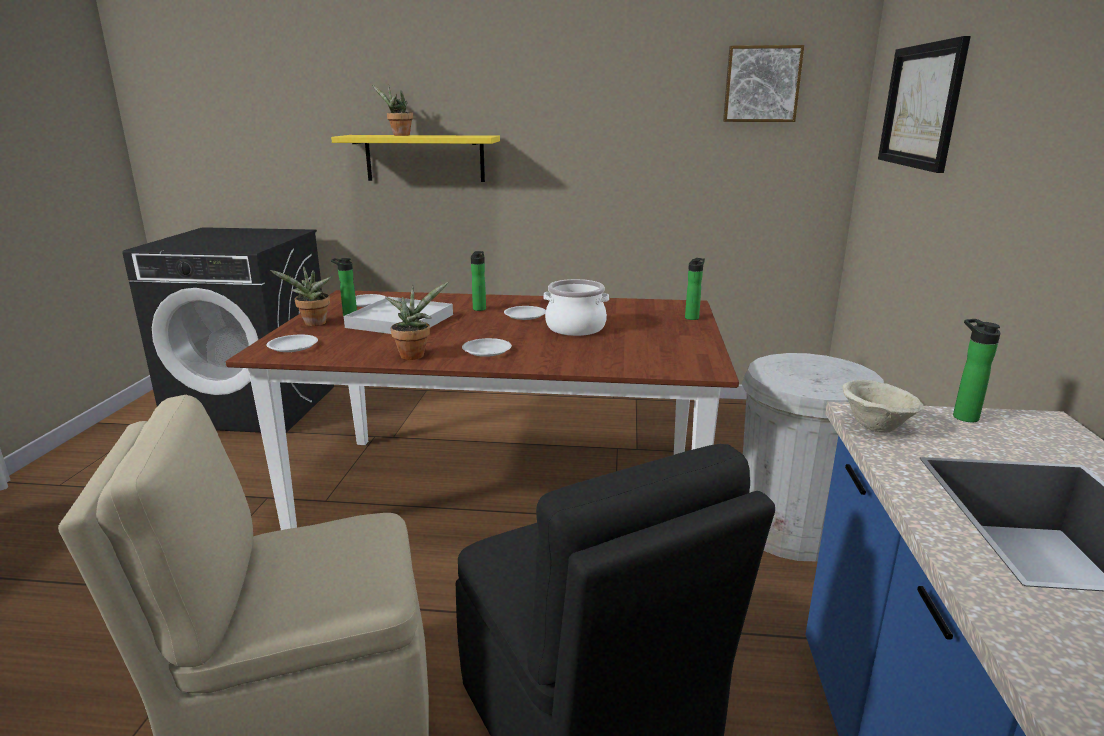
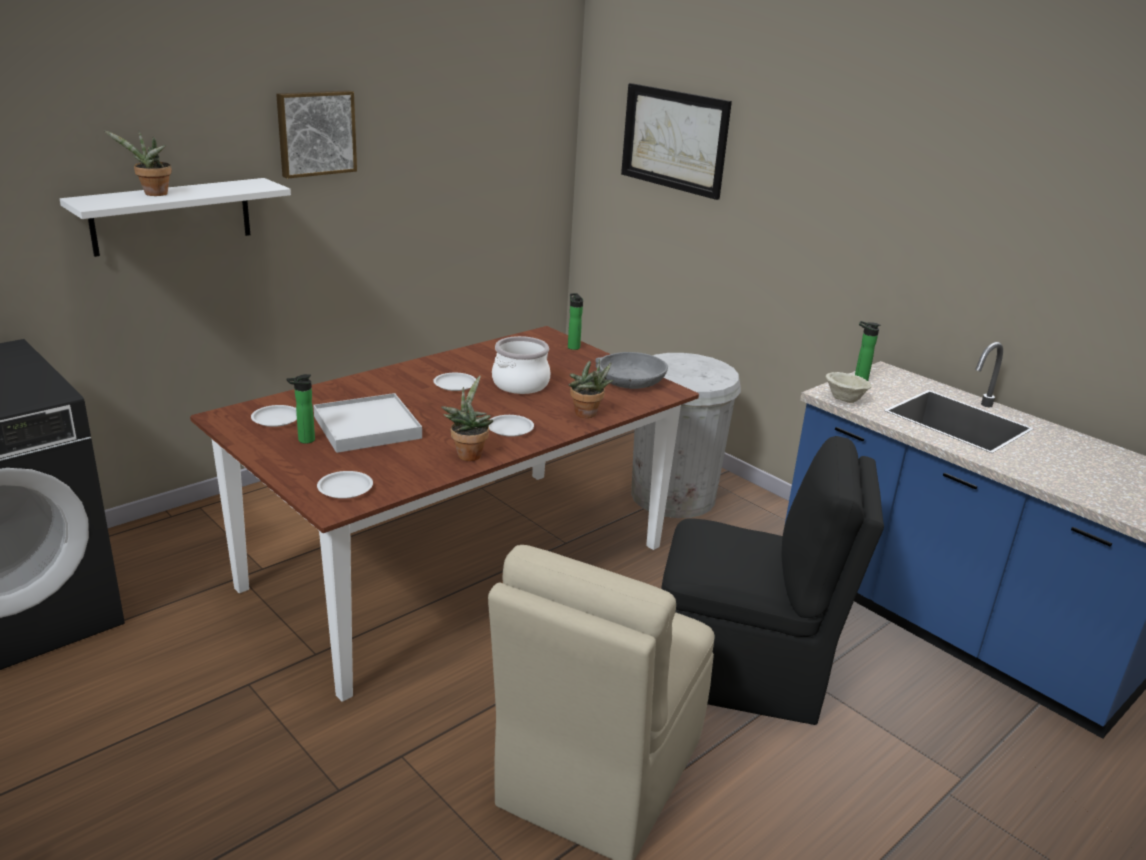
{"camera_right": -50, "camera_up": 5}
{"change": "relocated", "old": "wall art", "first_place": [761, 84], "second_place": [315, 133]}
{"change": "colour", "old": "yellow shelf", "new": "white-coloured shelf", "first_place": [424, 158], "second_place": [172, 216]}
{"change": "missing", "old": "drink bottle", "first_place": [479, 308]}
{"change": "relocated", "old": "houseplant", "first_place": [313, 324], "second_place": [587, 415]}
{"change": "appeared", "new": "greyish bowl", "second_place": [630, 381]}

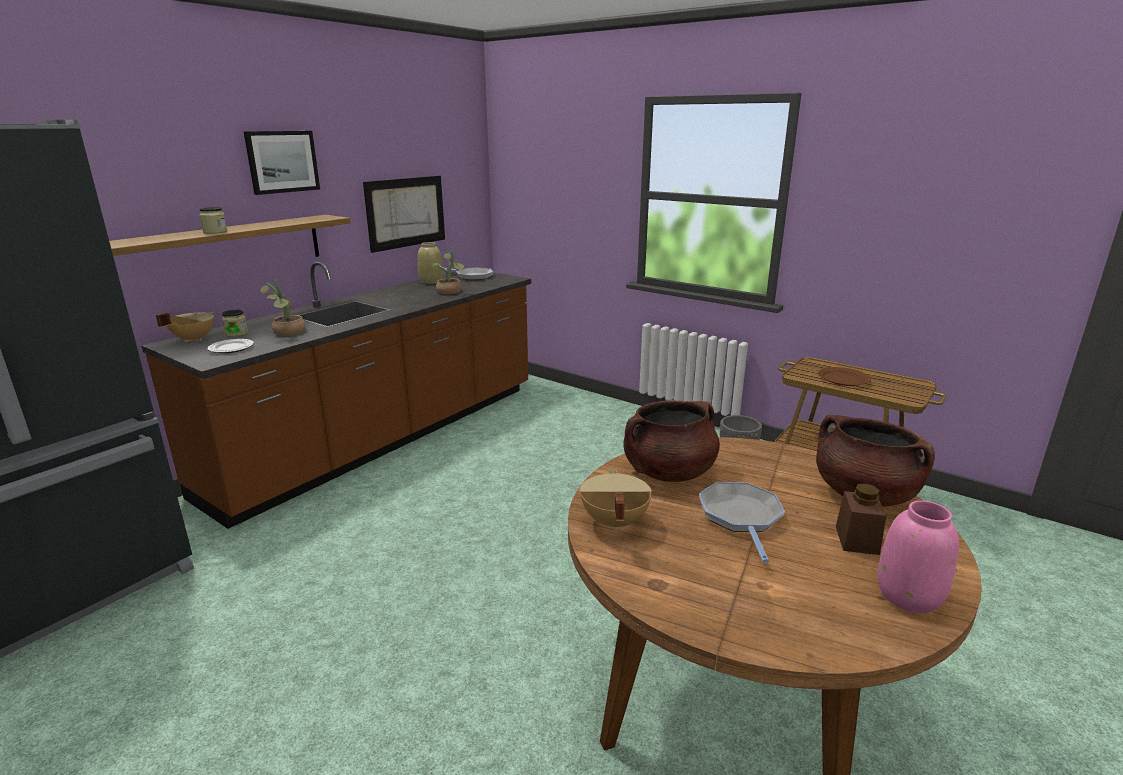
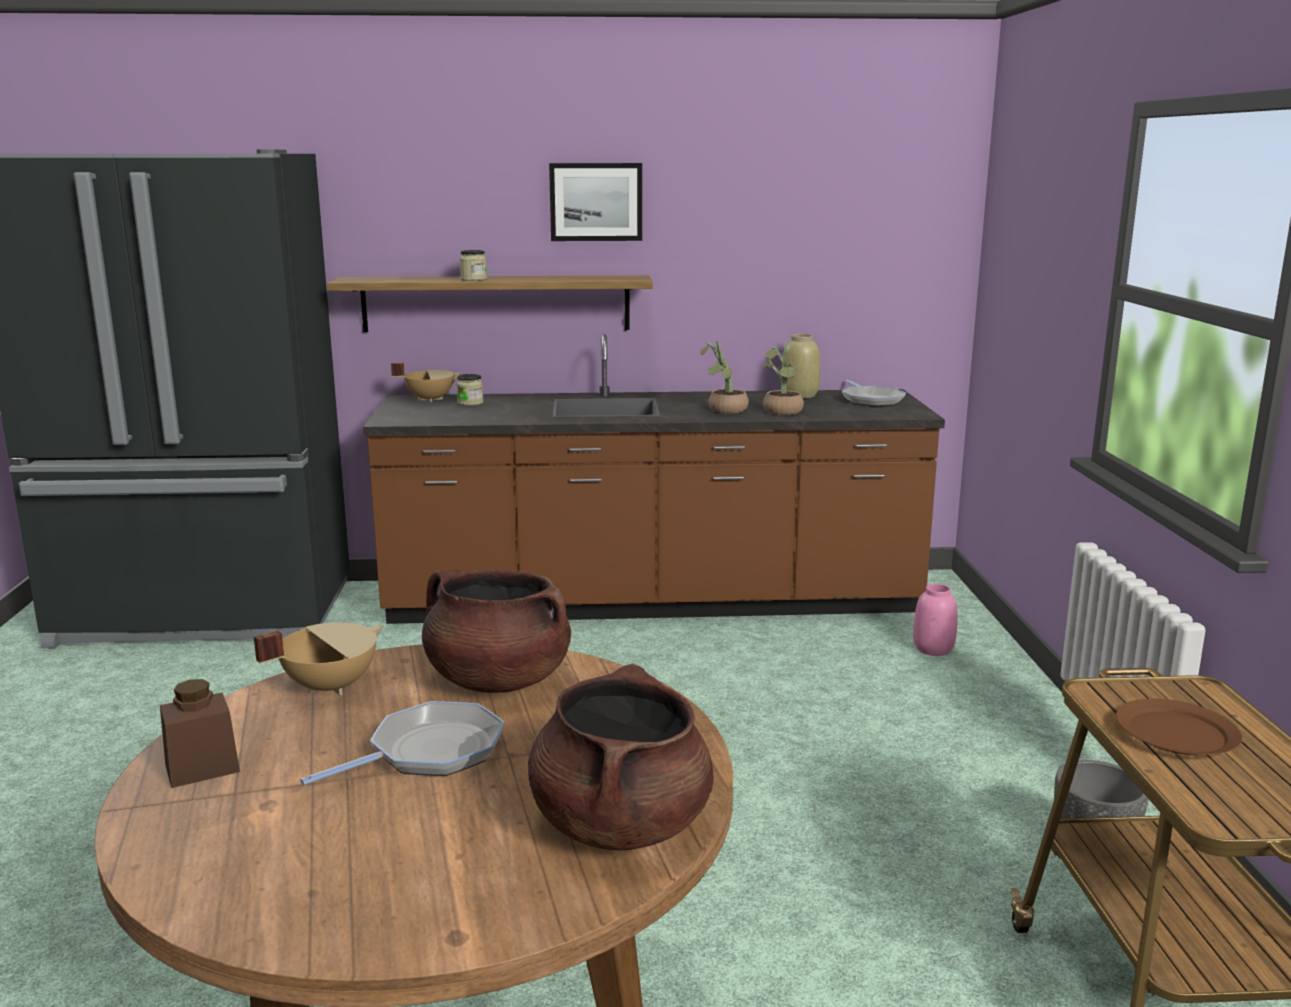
{"camera_right": 50, "camera_up": -5}
{"change": "missing", "old": "wall art", "first_place": [406, 212]}
{"change": "relocated", "old": "houseplant", "first_place": [287, 333], "second_place": [724, 410]}
{"change": "missing", "old": "flat dish", "first_place": [231, 348]}
{"change": "relocated", "old": "brown storage jar", "first_place": [856, 540], "second_place": [202, 768]}
{"change": "relocated", "old": "pink-coloured decorative vase", "first_place": [909, 596], "second_place": [933, 649]}

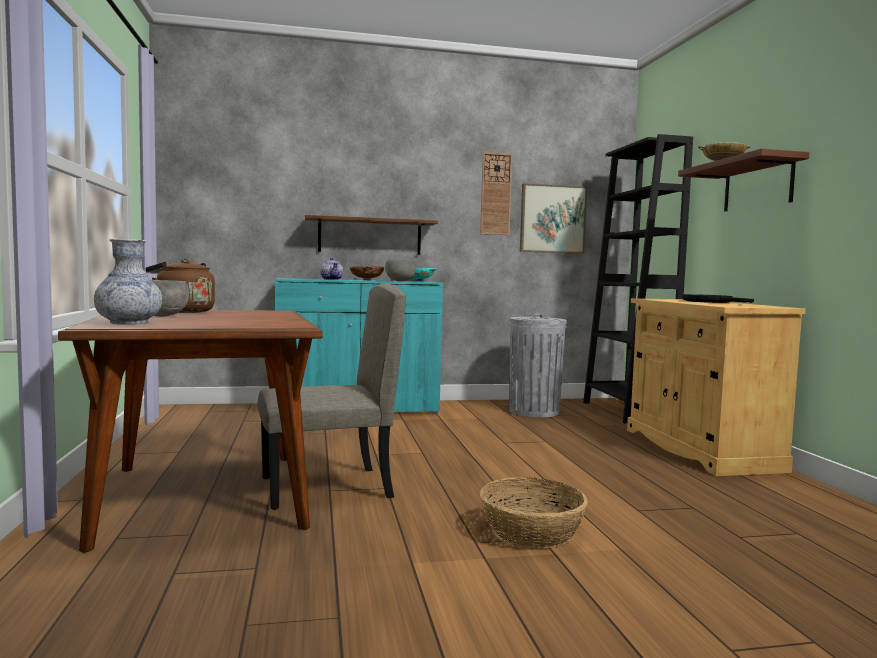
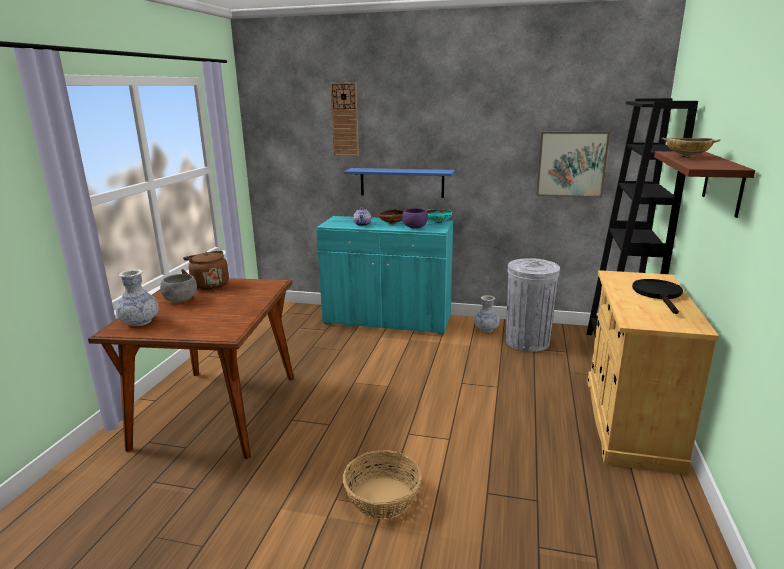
{"camera_right": 25, "camera_up": 15}
{"change": "relocated", "old": "wall clock", "first_place": [495, 194], "second_place": [345, 120]}
{"change": "colour", "old": "brown shelf", "new": "bluish shelf", "first_place": [370, 236], "second_place": [401, 182]}
{"change": "colour", "old": "greyish bowl", "new": "purple-coloured bowl", "first_place": [400, 281], "second_place": [414, 228]}
{"change": "missing", "old": "beige-coloured upright chair", "first_place": [326, 488]}
{"change": "appeared", "new": "decorative vase", "second_place": [486, 329]}

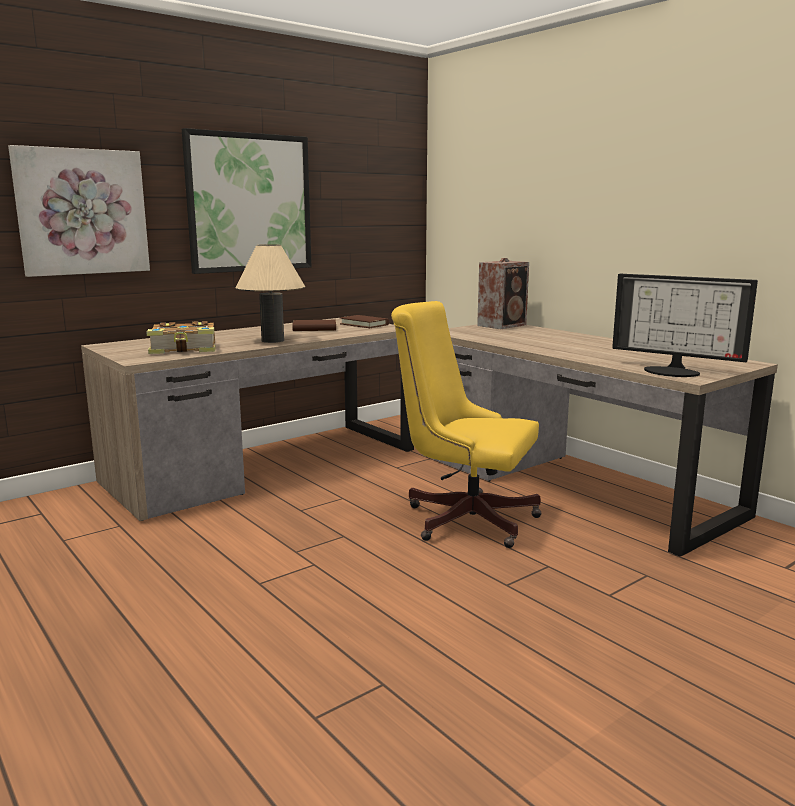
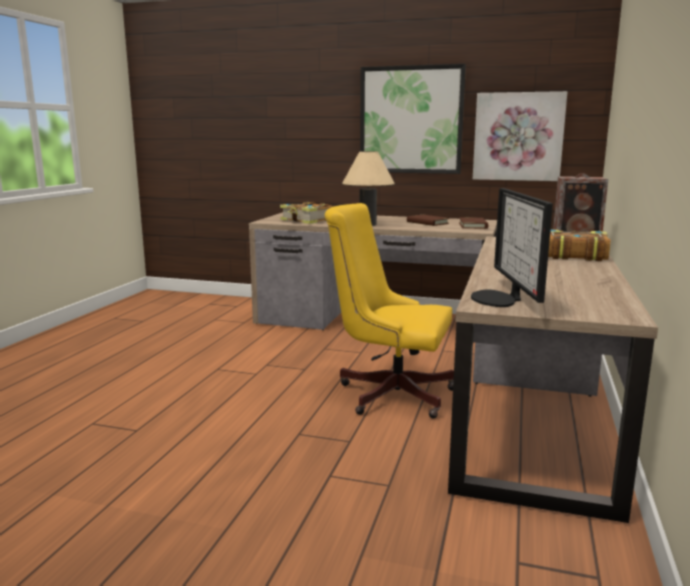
{"camera_right": 55, "camera_up": 0}
{"change": "relocated", "old": "wall art", "first_place": [82, 212], "second_place": [518, 137]}
{"change": "spun", "old": "yellow office chair", "first_place": [463, 518], "second_place": [389, 393], "degrees": -60}
{"change": "appeared", "new": "volume", "second_place": [573, 255]}

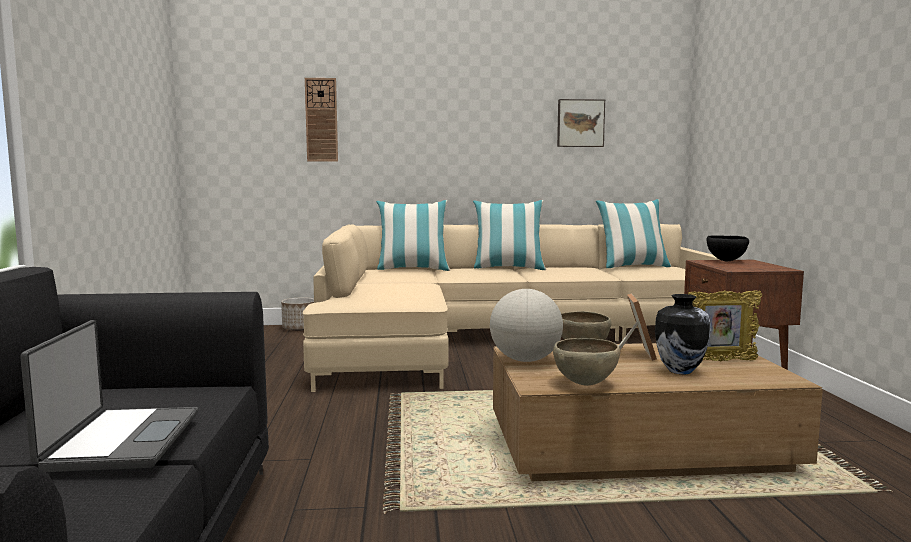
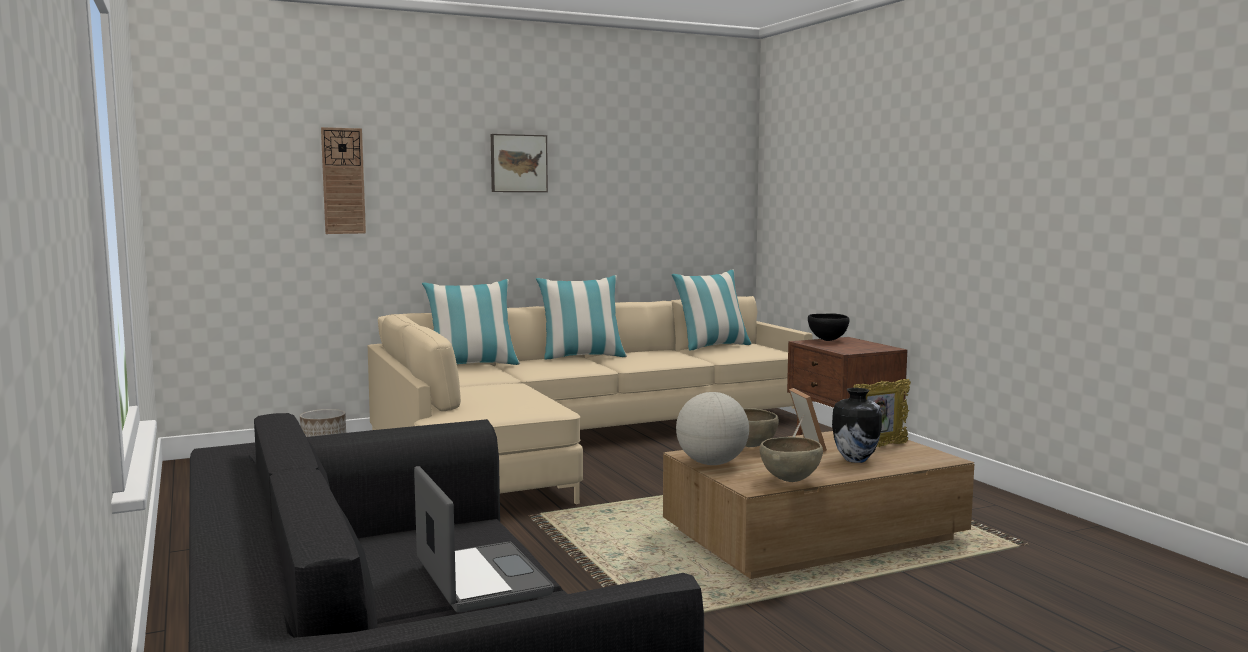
{"camera_right": -20, "camera_up": 0}
{"change": "relocated", "old": "wall art", "first_place": [580, 123], "second_place": [518, 163]}

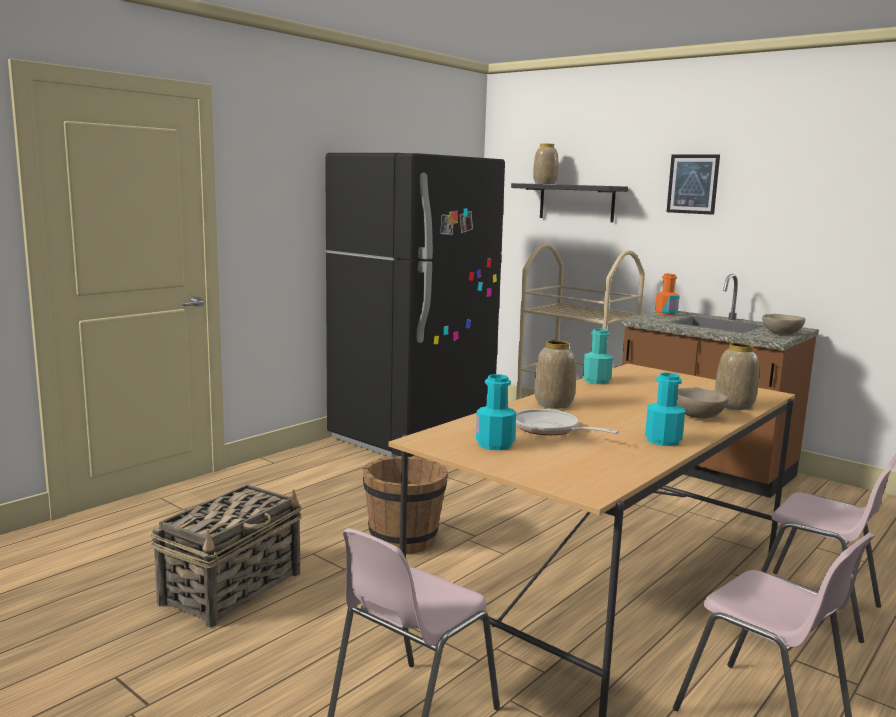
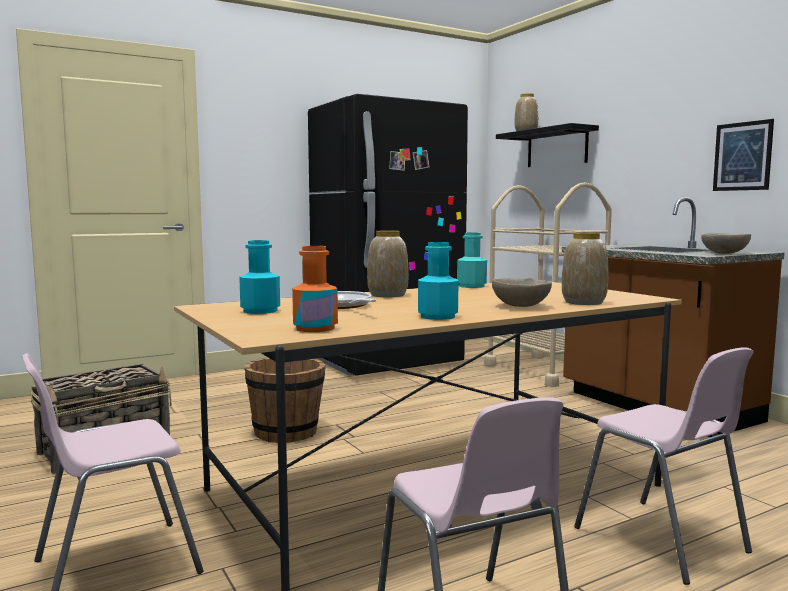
{"camera_right": 20, "camera_up": -5}
{"change": "relocated", "old": "wall art", "first_place": [692, 184], "second_place": [742, 156]}
{"change": "relocated", "old": "orange-coloured drink bottle", "first_place": [666, 314], "second_place": [315, 328]}

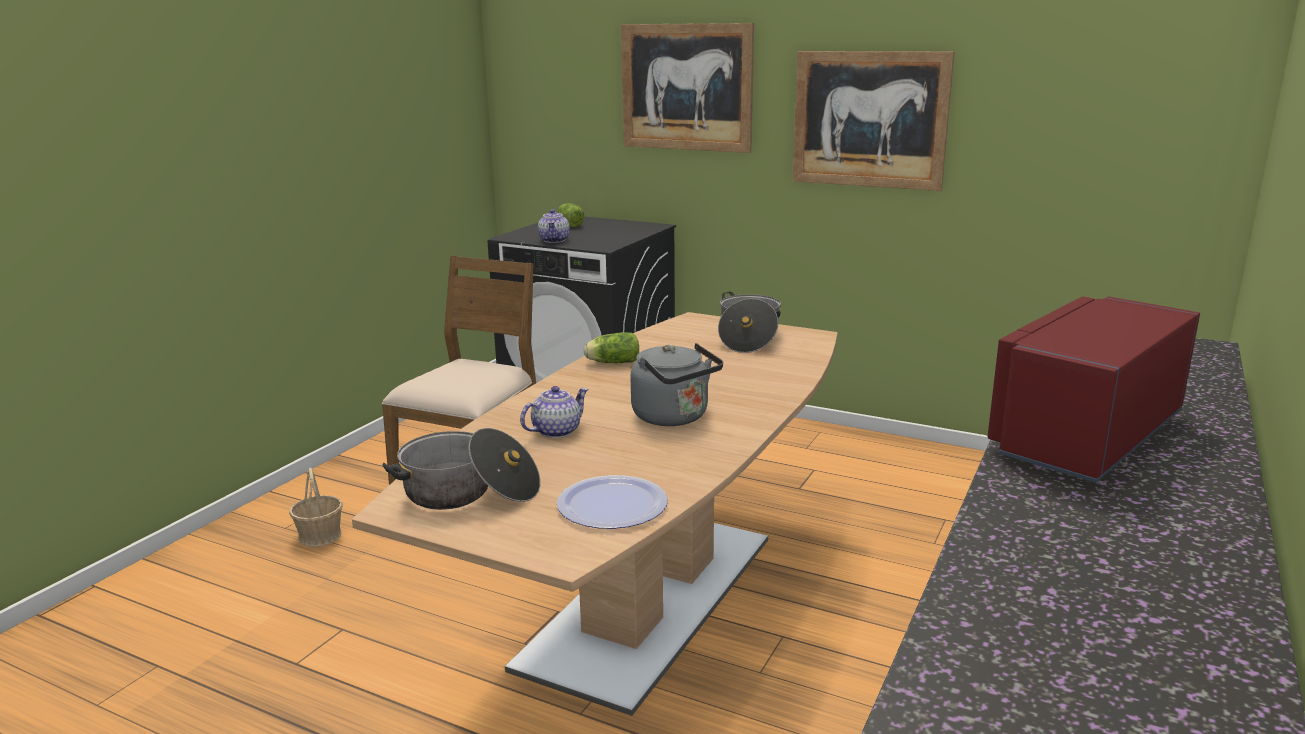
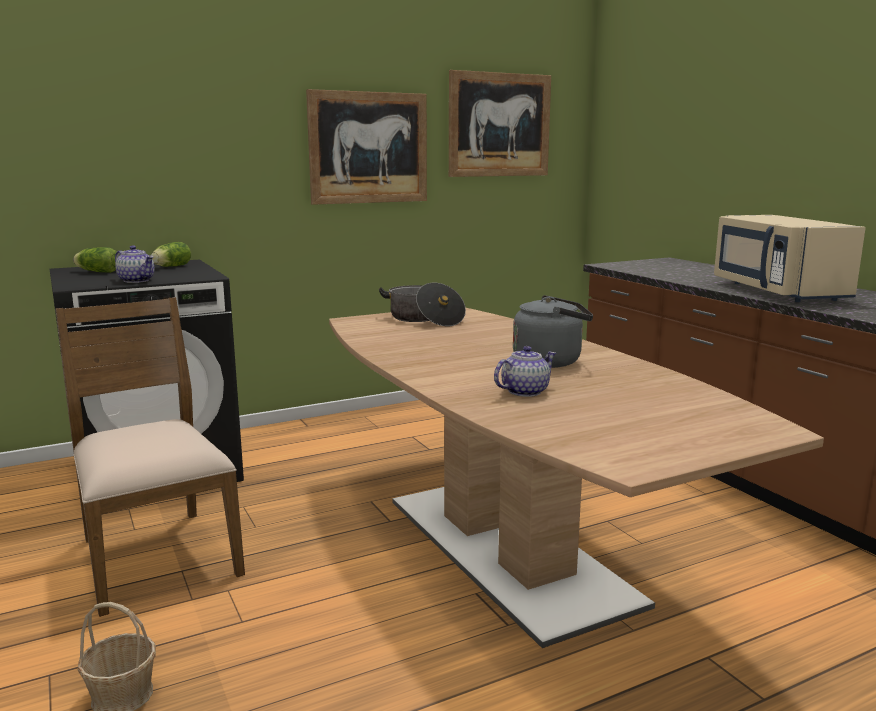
{"camera_right": -55, "camera_up": -5}
{"change": "relocated", "old": "wall art", "first_place": [686, 87], "second_place": [499, 125]}
{"change": "colour", "old": "reddish microwave", "new": "beige-coloured microwave", "first_place": [1083, 436], "second_place": [775, 291]}
{"change": "relocated", "old": "head of lettuce", "first_place": [611, 362], "second_place": [170, 267]}
{"change": "spun", "old": "pot for tea", "first_place": [556, 431], "second_place": [524, 391], "degrees": 60}
{"change": "missing", "old": "stockpot", "first_place": [469, 493]}
{"change": "missing", "old": "flat dish", "first_place": [612, 505]}

